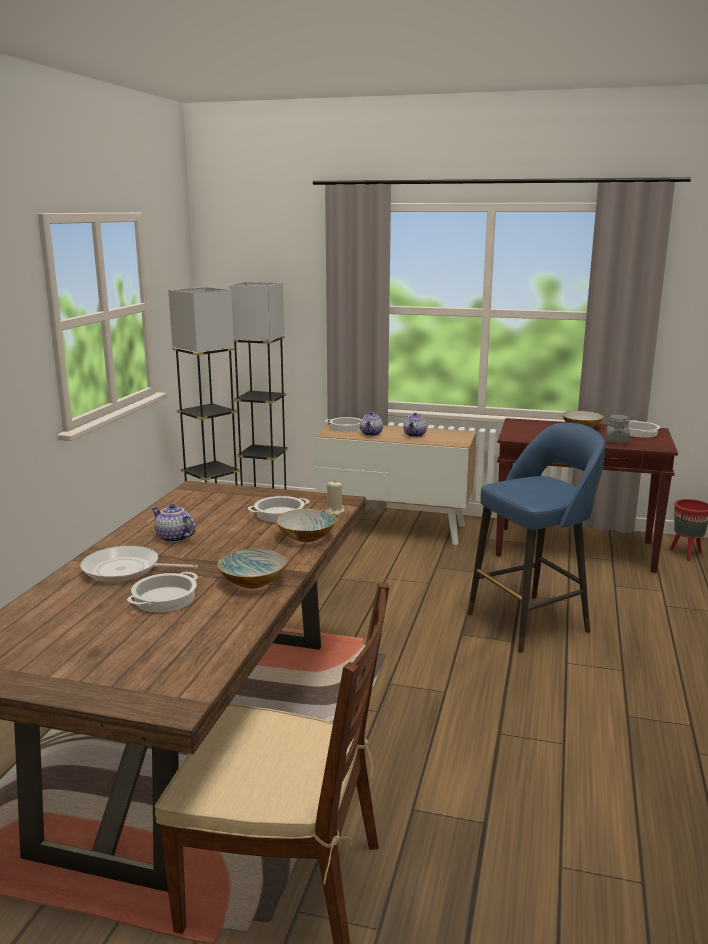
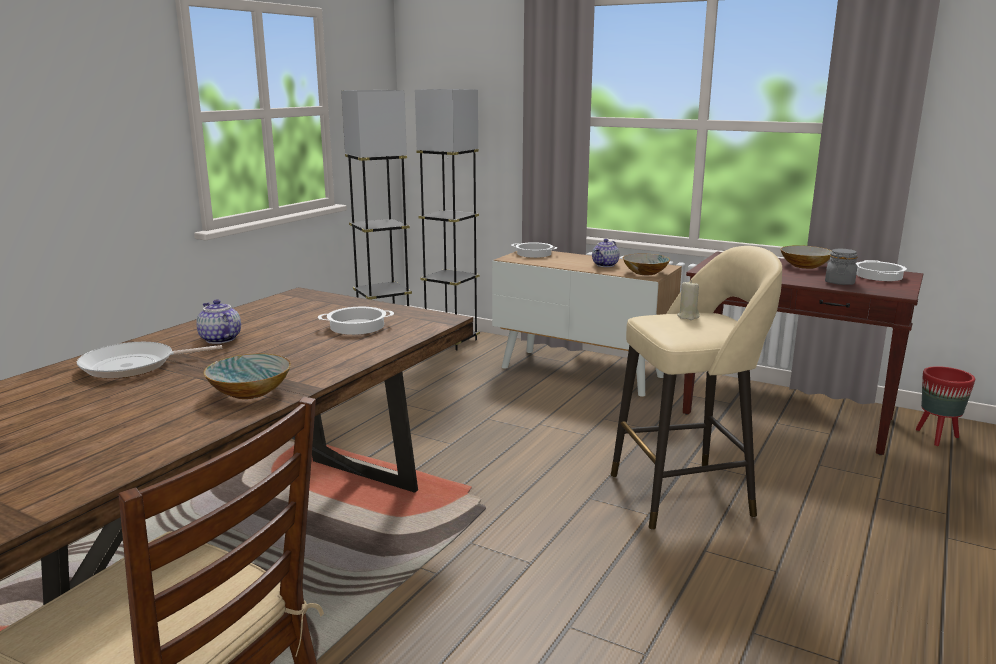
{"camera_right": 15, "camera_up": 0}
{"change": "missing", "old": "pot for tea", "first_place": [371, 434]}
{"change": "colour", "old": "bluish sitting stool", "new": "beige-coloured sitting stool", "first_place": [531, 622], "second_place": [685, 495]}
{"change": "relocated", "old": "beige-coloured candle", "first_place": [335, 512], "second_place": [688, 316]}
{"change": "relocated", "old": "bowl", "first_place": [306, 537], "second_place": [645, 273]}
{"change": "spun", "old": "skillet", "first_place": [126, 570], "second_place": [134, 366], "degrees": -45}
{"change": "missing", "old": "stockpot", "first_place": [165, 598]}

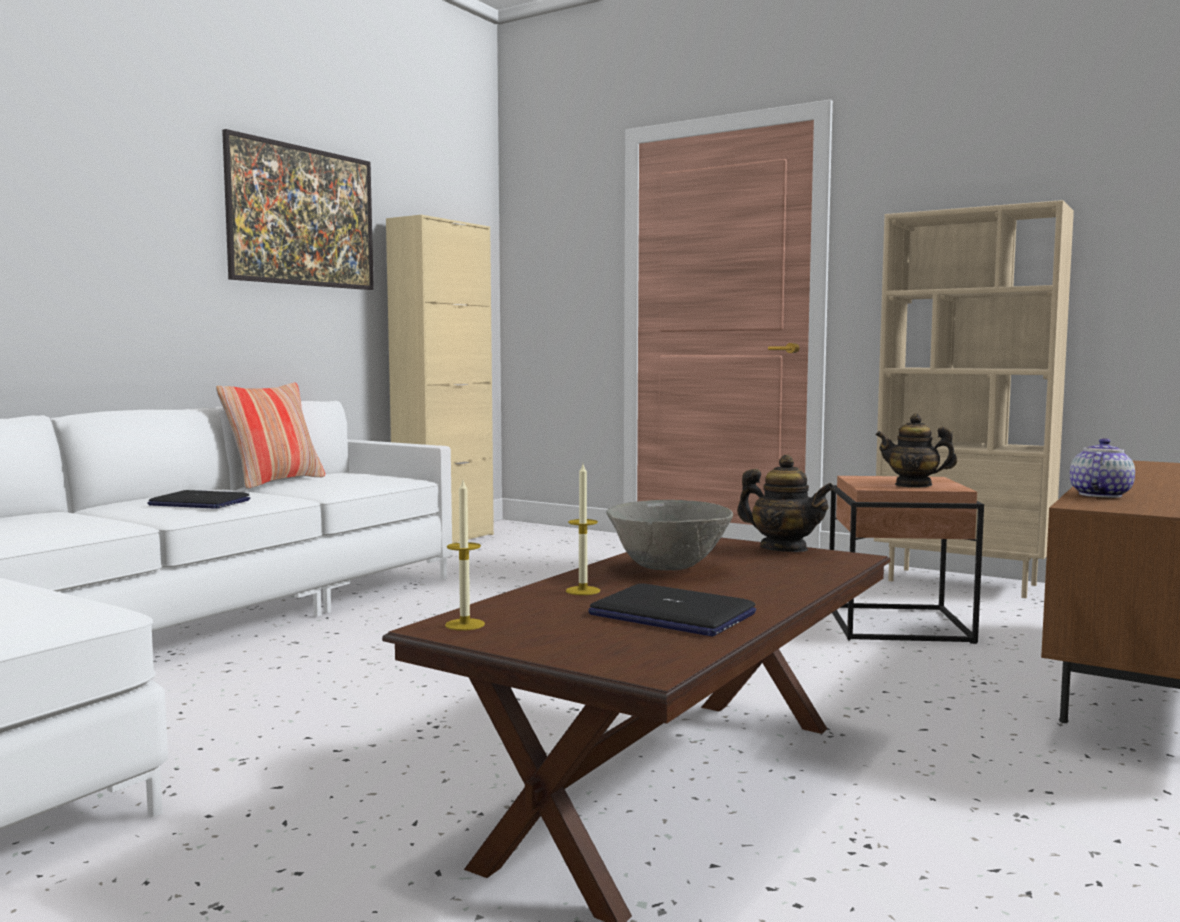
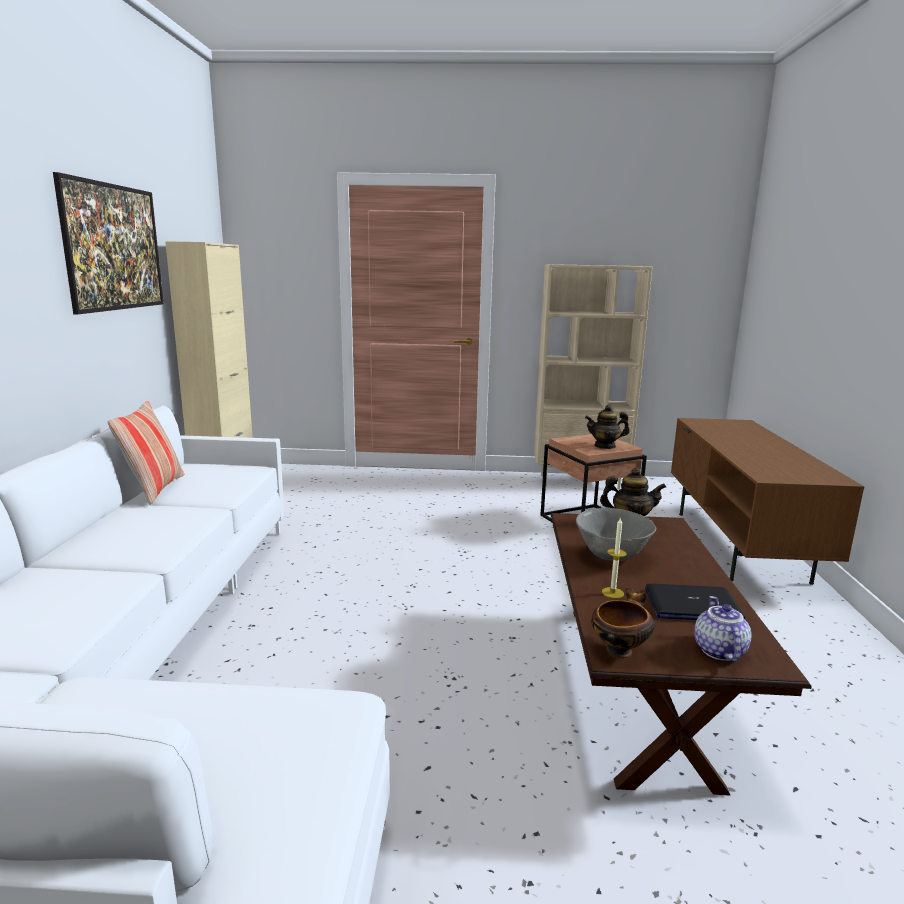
{"camera_right": -30, "camera_up": 10}
{"change": "relocated", "old": "pot for tea", "first_place": [1098, 495], "second_place": [718, 650]}
{"change": "exchanged", "old": "candle", "new": "bowl", "first_place": [465, 624], "second_place": [619, 649]}
{"change": "missing", "old": "laptop", "first_place": [199, 503]}

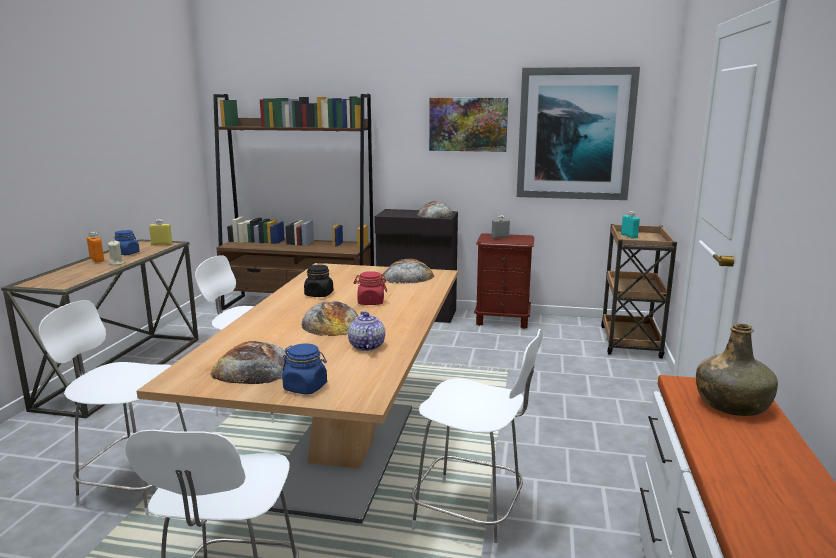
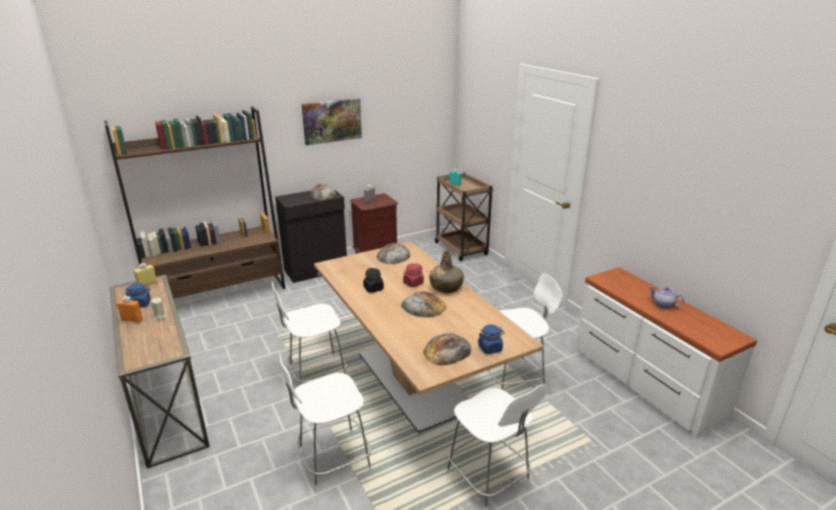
{"camera_right": -40, "camera_up": 10}
{"change": "missing", "old": "wall art", "first_place": [575, 134]}
{"change": "relocated", "old": "pot for tea", "first_place": [366, 346], "second_place": [663, 305]}
{"change": "relocated", "old": "greenish drink bottle", "first_place": [732, 405], "second_place": [446, 287]}

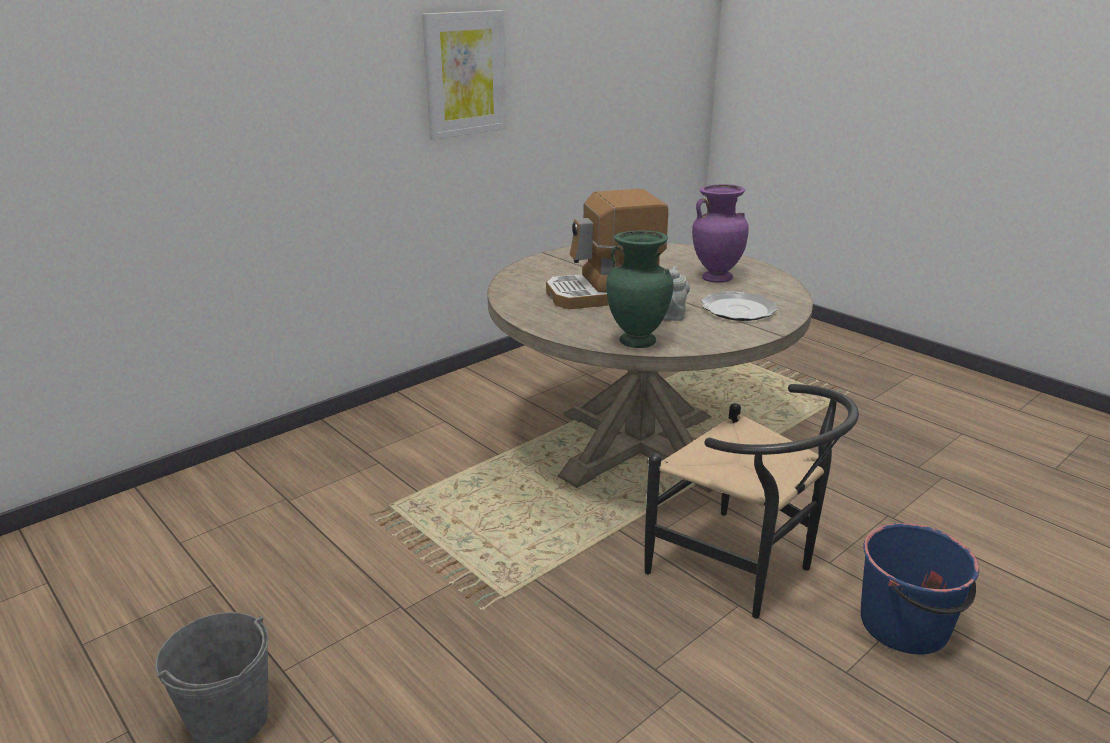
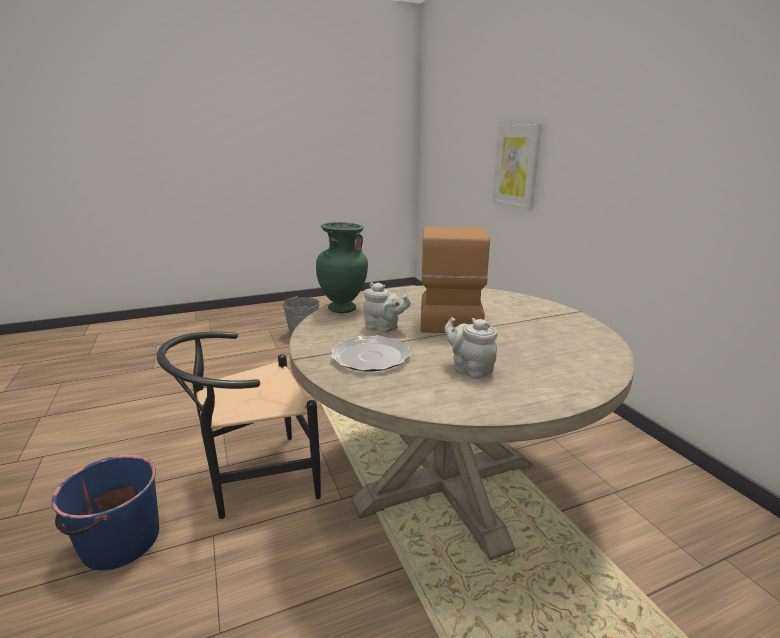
{"camera_right": 110, "camera_up": -5}
{"change": "relocated", "old": "wall art", "first_place": [465, 74], "second_place": [516, 167]}
{"change": "exchanged", "old": "purple-coloured decorative vase", "new": "greyish pot for tea", "first_place": [716, 278], "second_place": [470, 369]}

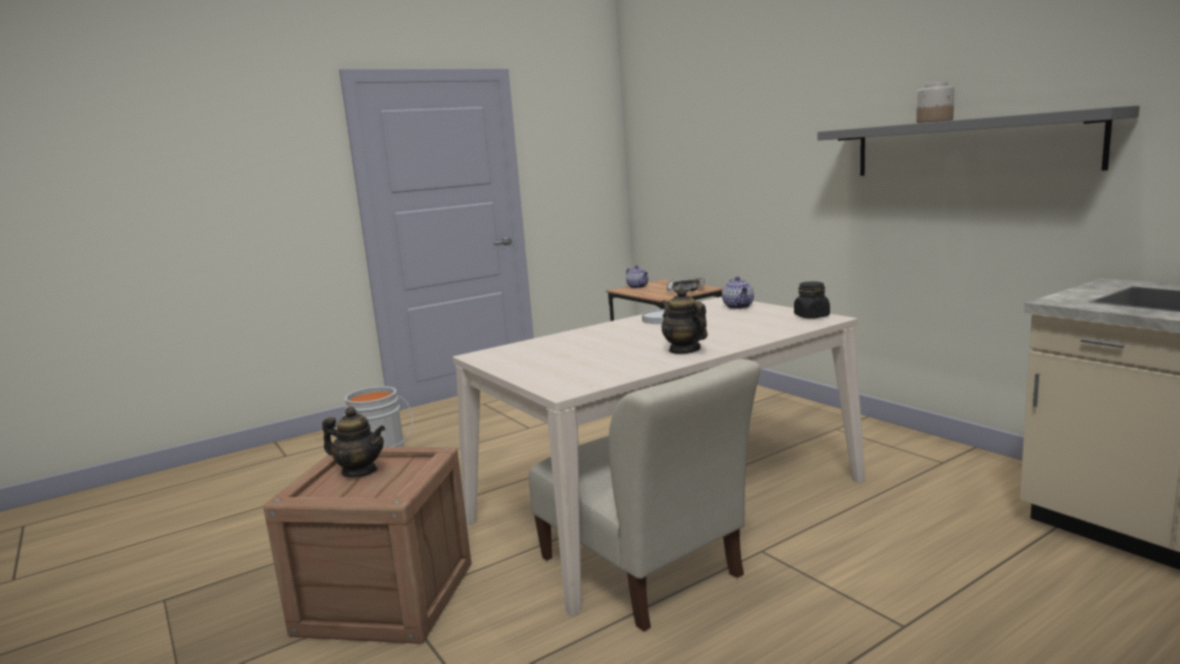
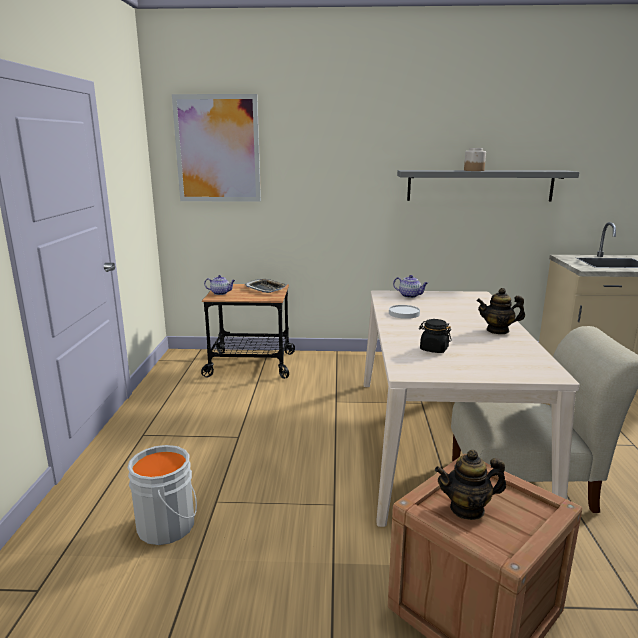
{"camera_right": -55, "camera_up": 5}
{"change": "relocated", "old": "blackish storage jar", "first_place": [811, 316], "second_place": [433, 349]}
{"change": "spun", "old": "pot for tea", "first_place": [359, 472], "second_place": [467, 509], "degrees": -150}
{"change": "appeared", "new": "wall art", "second_place": [218, 149]}

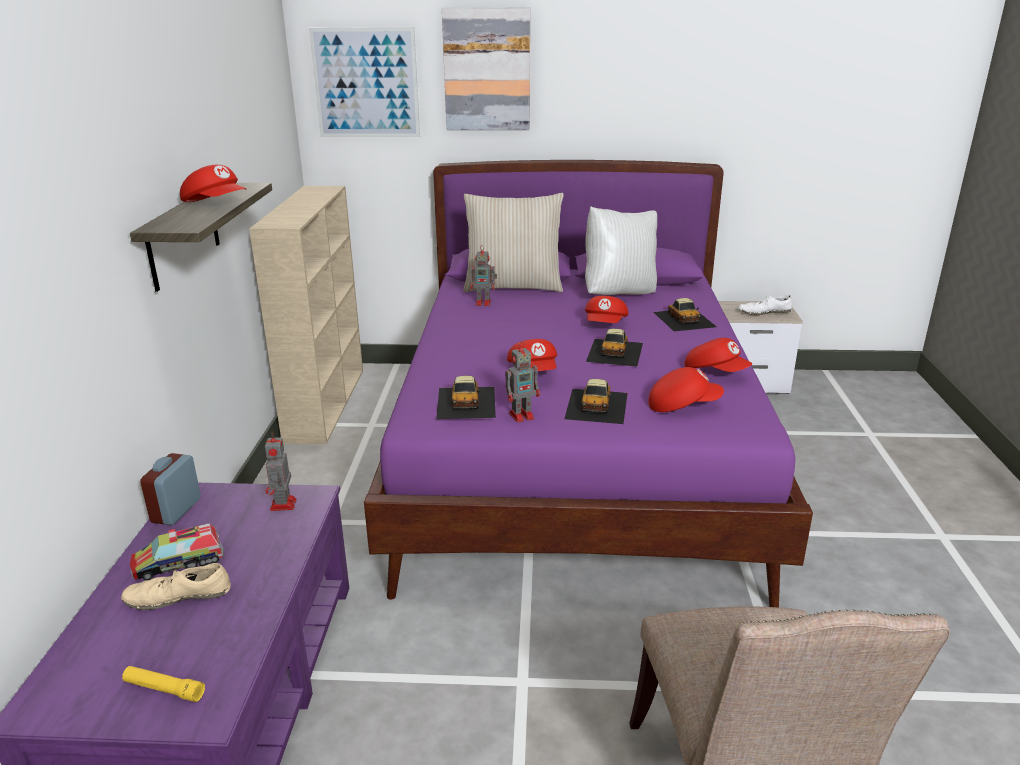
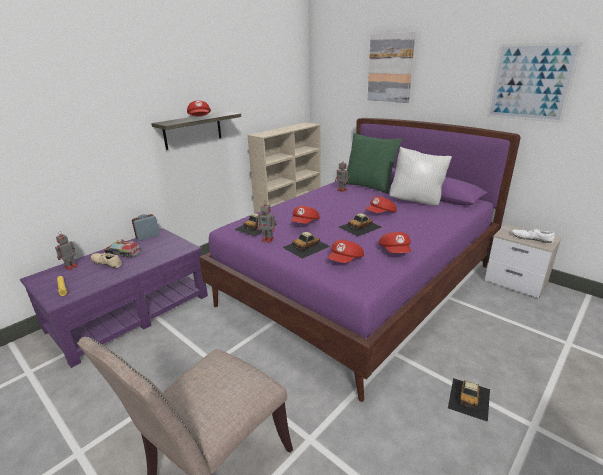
{"camera_right": 40, "camera_up": 0}
{"change": "relocated", "old": "wall art", "first_place": [366, 83], "second_place": [530, 82]}
{"change": "colour", "old": "beige-coloured pillow", "new": "greenish pillow", "first_place": [513, 286], "second_place": [369, 186]}
{"change": "relocated", "old": "toy car", "first_place": [684, 319], "second_place": [469, 398]}
{"change": "spun", "old": "reddish baseball cap", "first_place": [682, 405], "second_place": [345, 261], "degrees": 90}
{"change": "relocated", "old": "robot figure", "first_place": [283, 505], "second_place": [70, 267]}

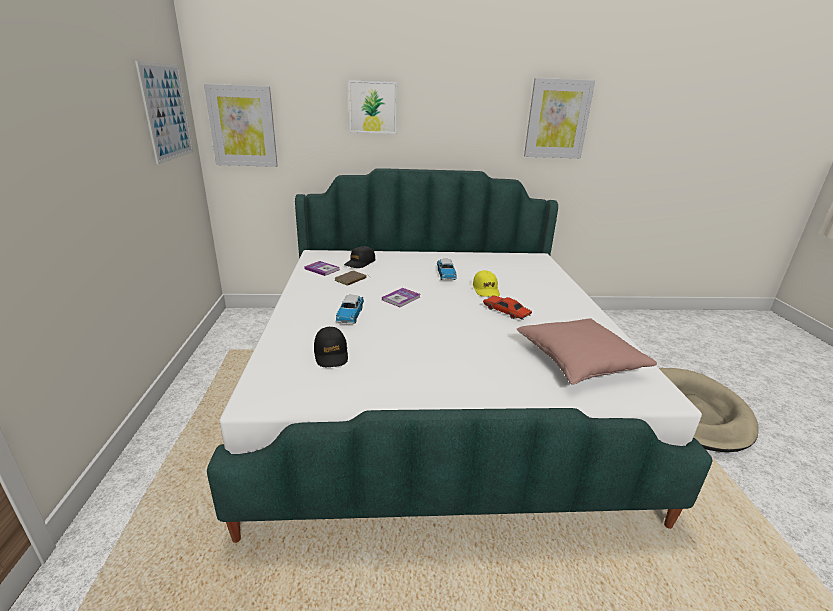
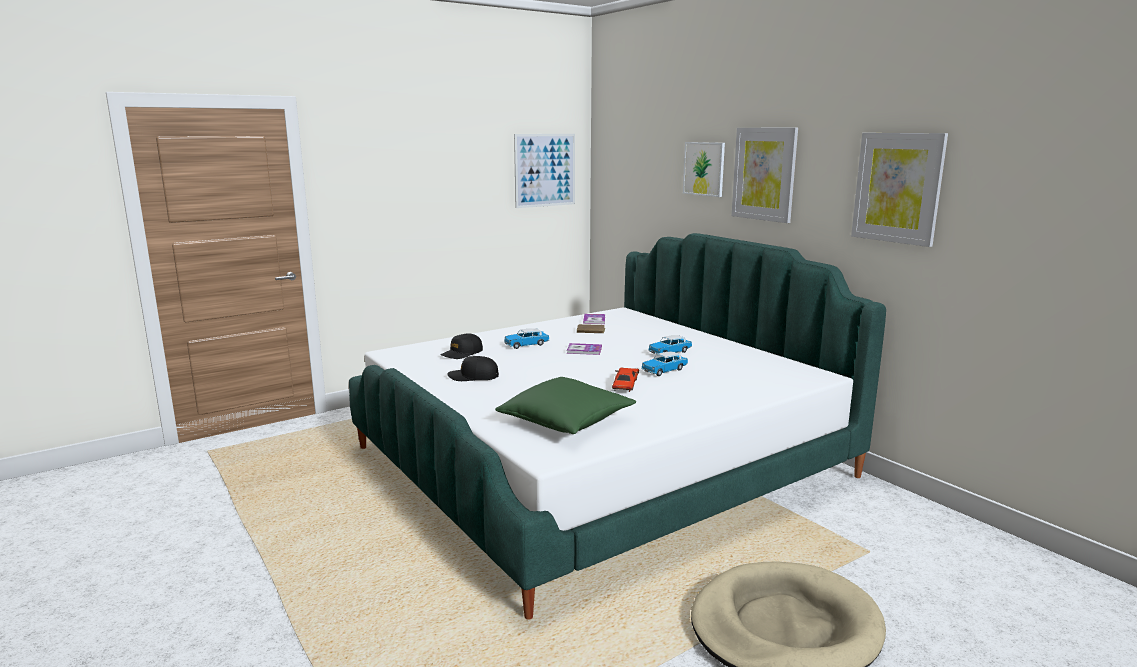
{"camera_right": 60, "camera_up": -10}
{"change": "relocated", "old": "wall art", "first_place": [242, 126], "second_place": [764, 174]}
{"change": "relocated", "old": "blackish baseball cap", "first_place": [360, 263], "second_place": [473, 377]}
{"change": "exchanged", "old": "yellow baseball cap", "new": "toy car", "first_place": [486, 290], "second_place": [664, 370]}
{"change": "colour", "old": "pink-coloured pillow", "new": "greenish pillow", "first_place": [579, 361], "second_place": [566, 421]}

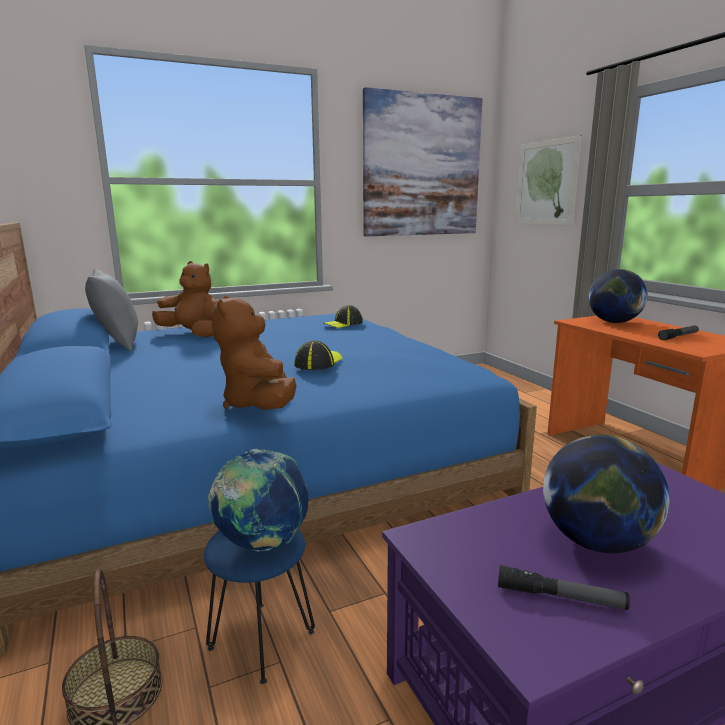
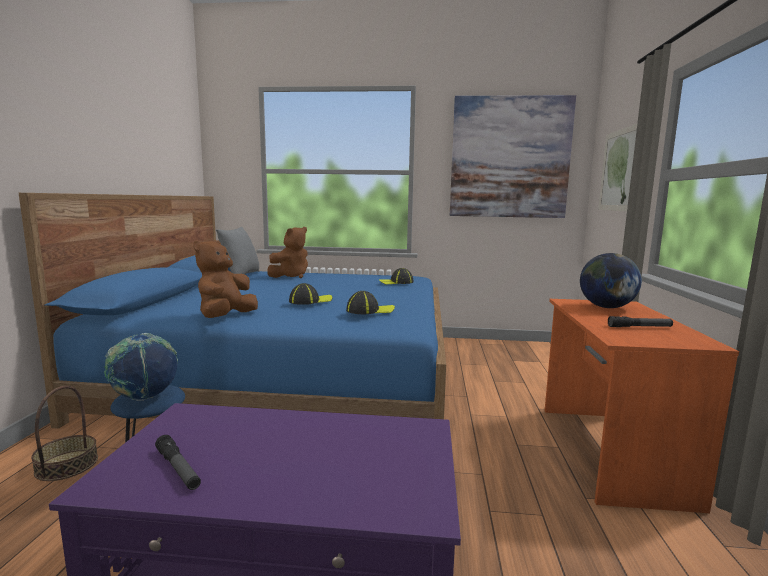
{"camera_right": 30, "camera_up": -5}
{"change": "spun", "old": "brown soft toy", "first_place": [192, 334], "second_place": [291, 276], "degrees": 75}
{"change": "missing", "old": "world globe", "first_place": [596, 542]}
{"change": "appeared", "new": "baseball cap", "second_place": [370, 310]}

